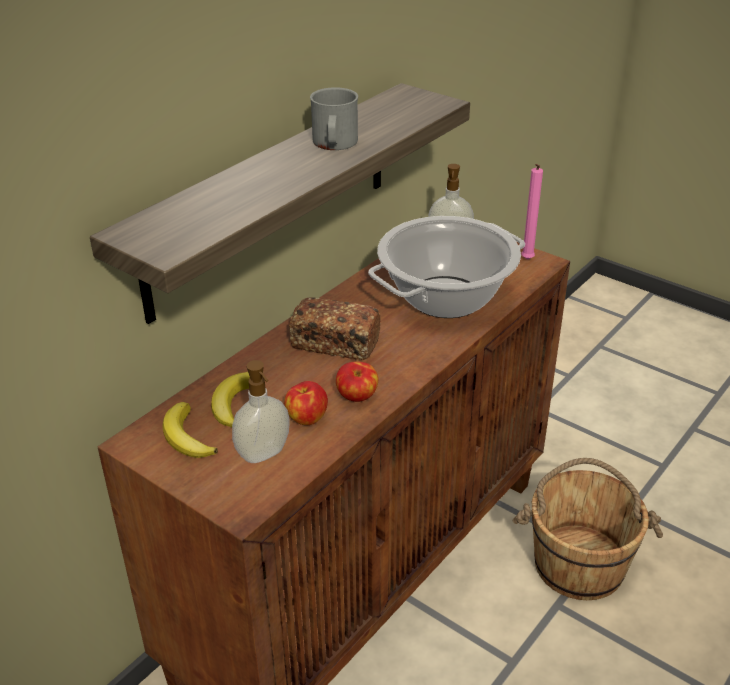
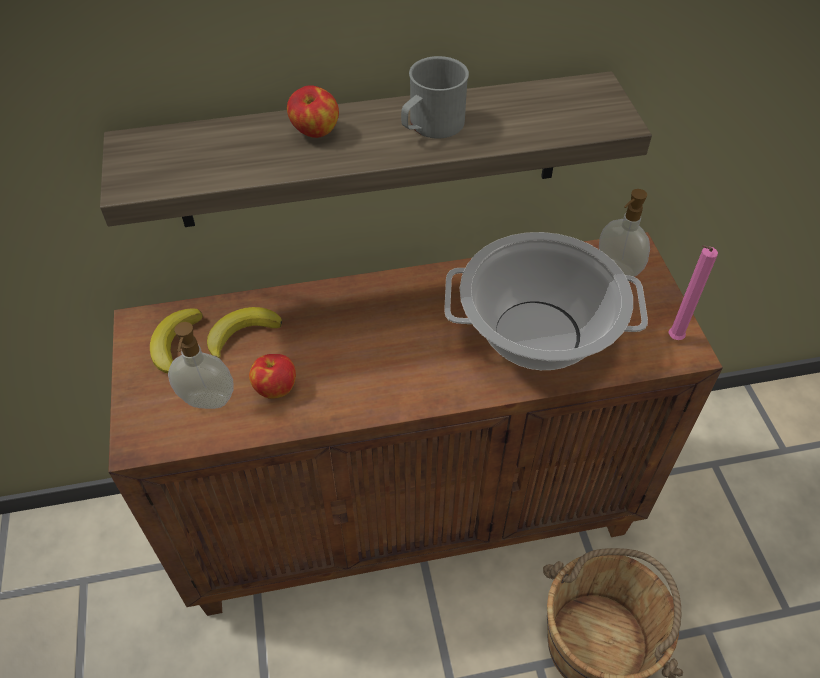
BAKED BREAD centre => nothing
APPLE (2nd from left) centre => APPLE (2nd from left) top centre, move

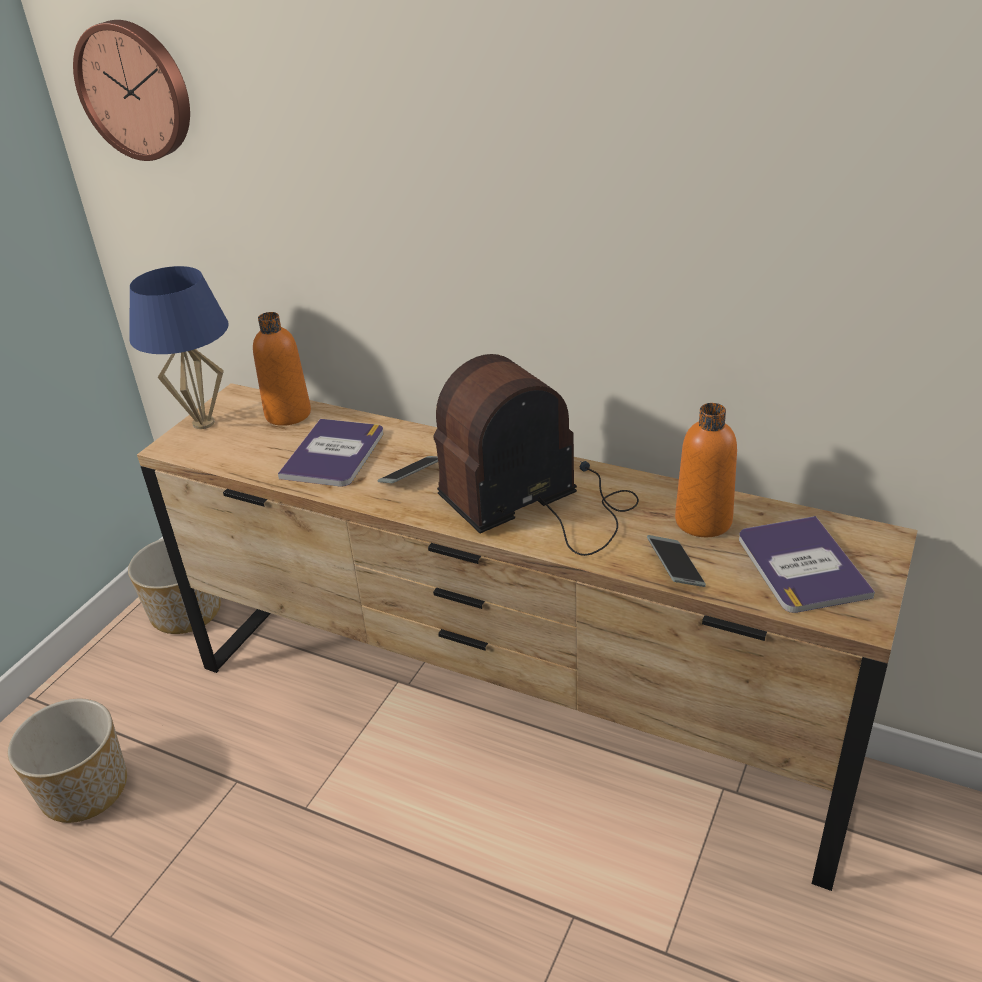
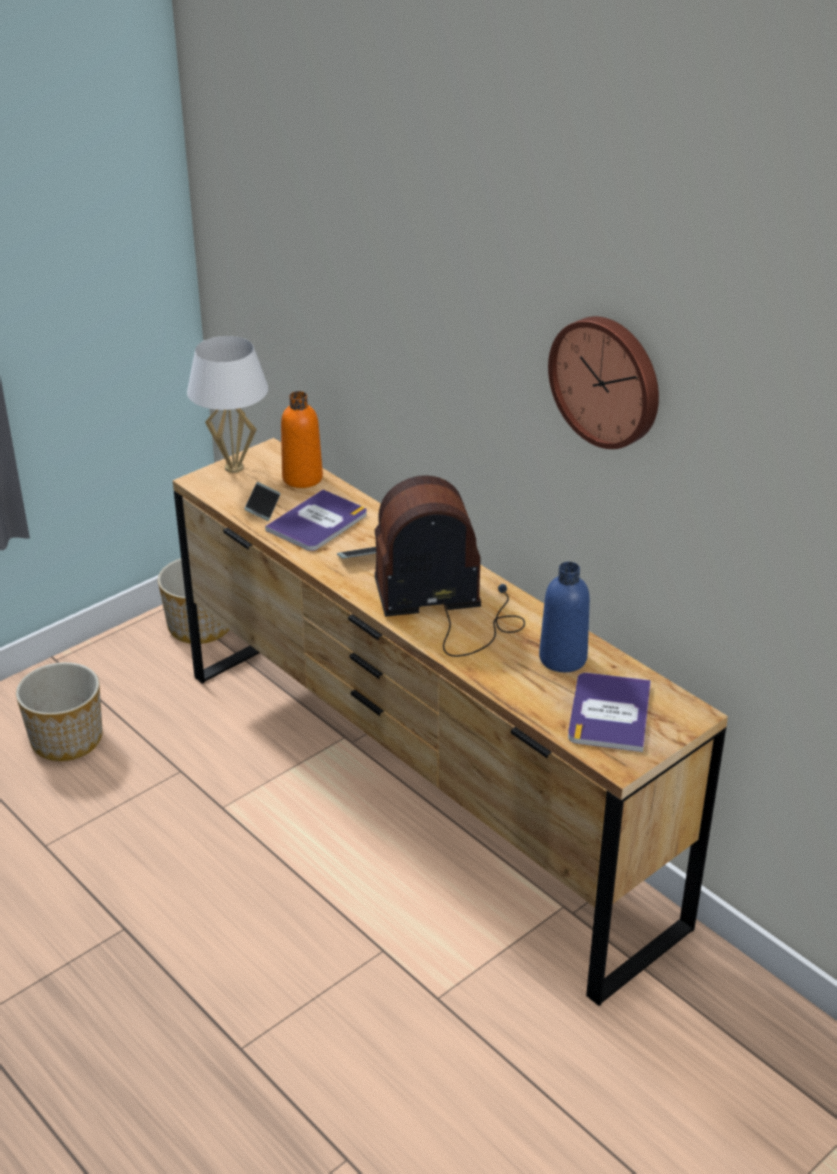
WALL CLOCK top left => WALL CLOCK top right, move
BLUE-COLOURED TABLETOP LAMP middle left => WHITE-COLOURED TABLETOP LAMP middle left
ORANGEY BOTTLE (2nd from left) middle right => BLUE-COLOURED BOTTLE middle right
HANDSET (2nd from left in the first image) middle right => HANDSET (1st from left) middle left, move

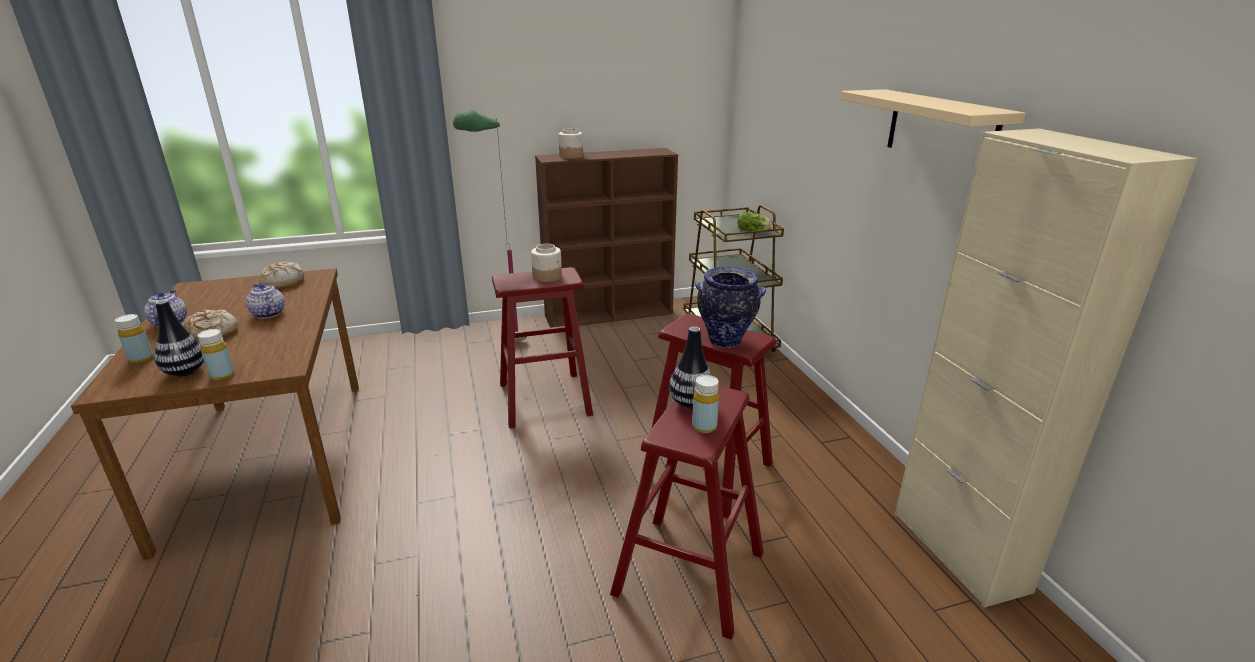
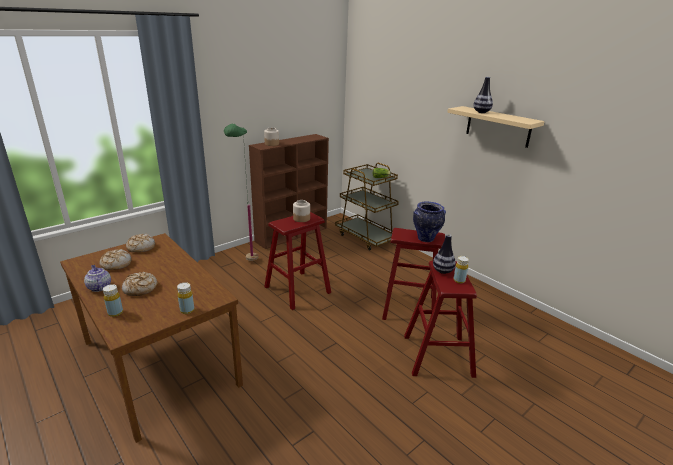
SAND-COLOURED CUPBOARD middle right => nothing
POT FOR TEA (2nd from left) middle left => nothing
VASE (1st from left in the first image) middle left => VASE (3rd from left) top right, move
nothing => BAKED BREAD (1st from left) middle left

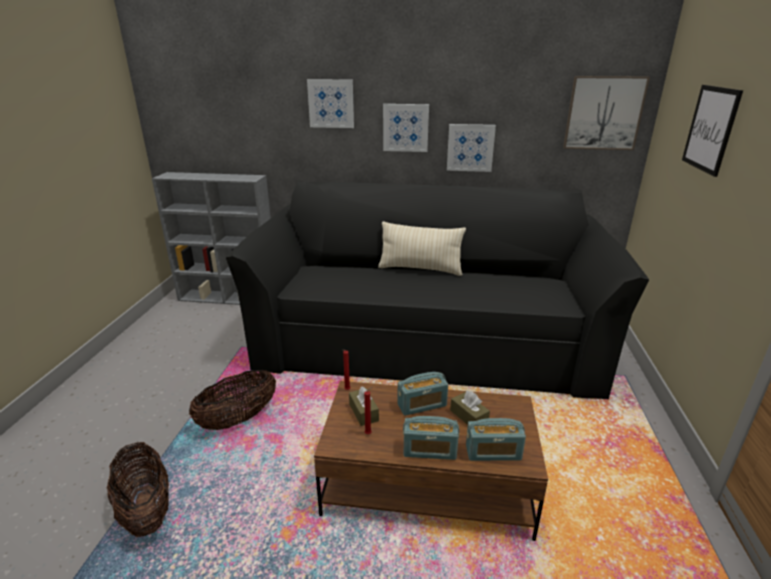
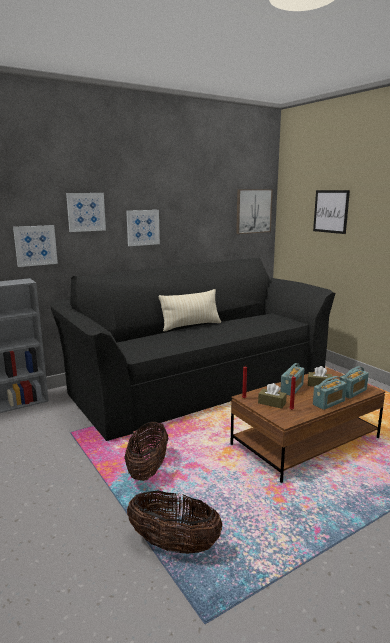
PICTURE (3rd from left in the first image) top centre => PICTURE (1st from left) middle left, move

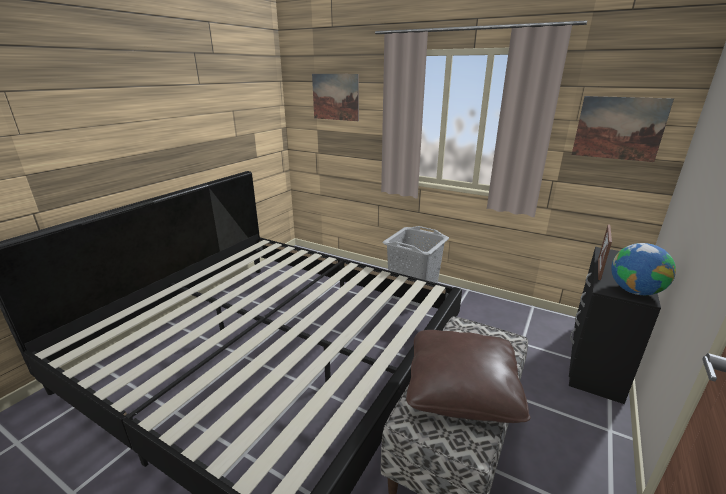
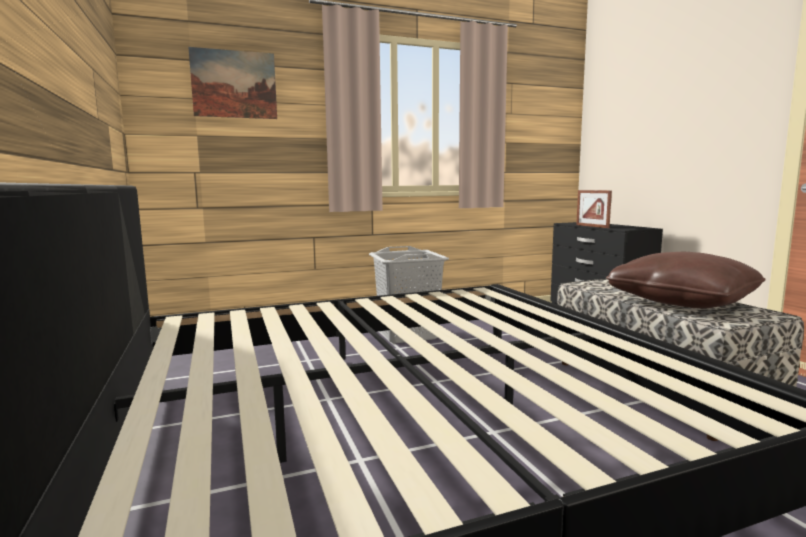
PICTURE (2nd from left) top right => nothing
GLOBE middle right => nothing

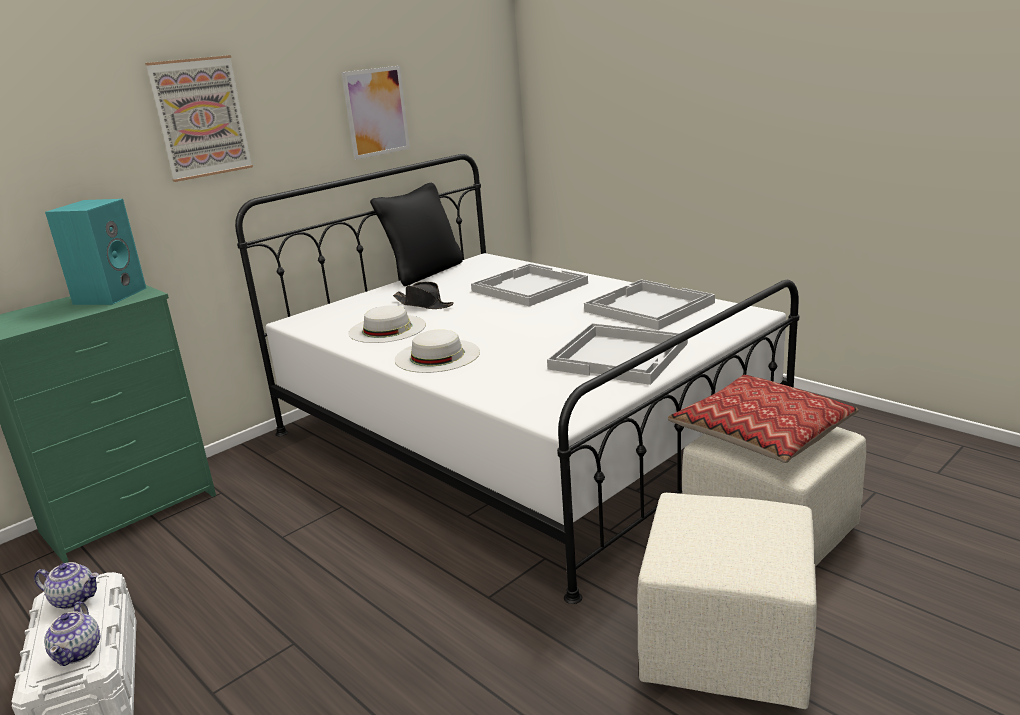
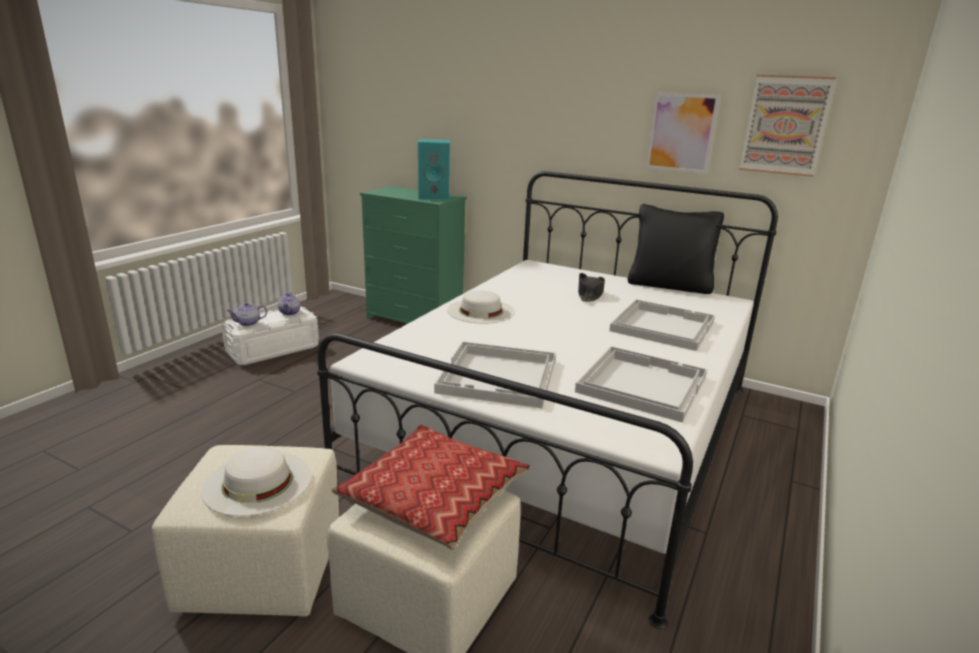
PICTURE (1st from left in the first image) top left => PICTURE (2nd from left) top right, move
WHITE-COLOURED HAT (1st from left) centre => WHITE-COLOURED HAT (1st from left) bottom left, move

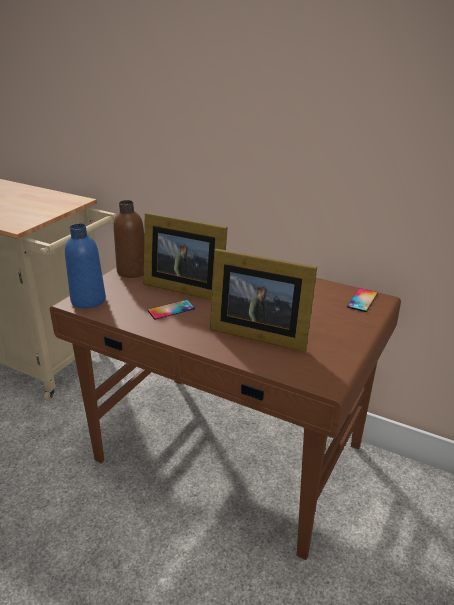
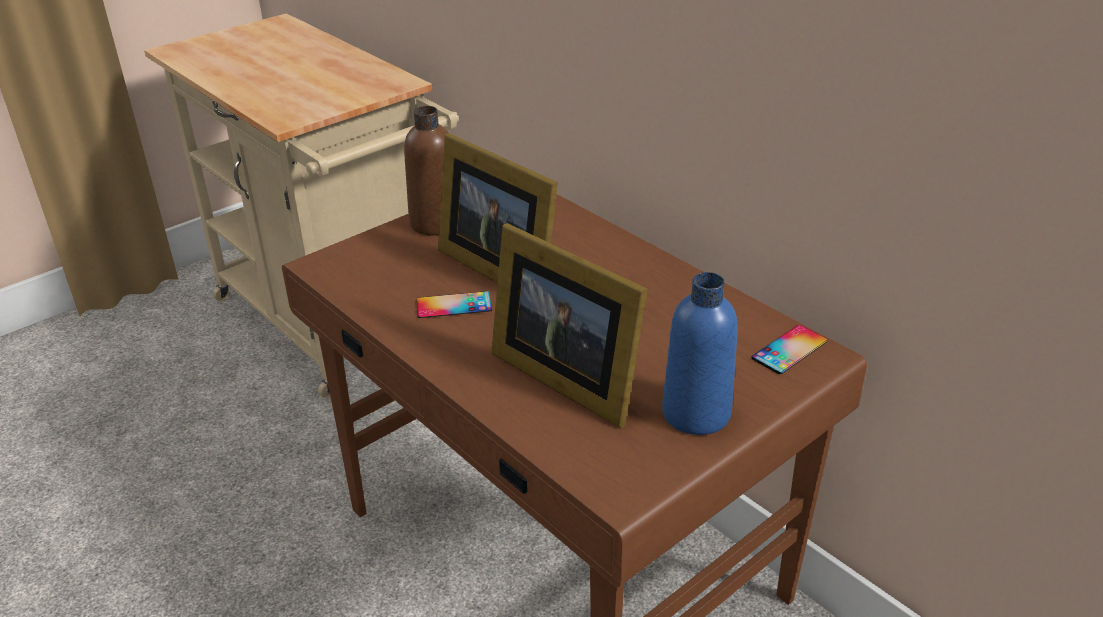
BLUE-COLOURED BOTTLE middle left => BLUE-COLOURED BOTTLE centre, move

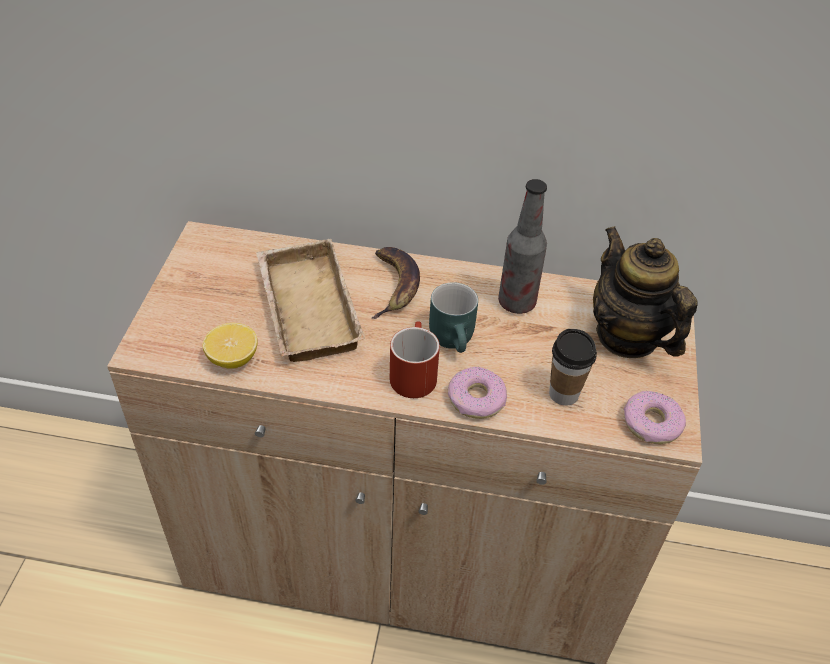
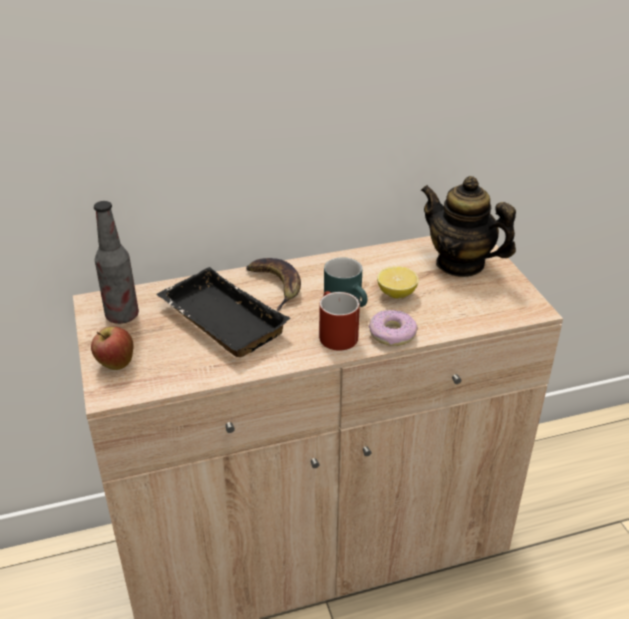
BOTTLE centre => BOTTLE middle left, move
SAND-COLOURED SERVING TRAY centre => BLACK SERVING TRAY centre
LEMON middle left => LEMON centre, move
DRINKING CUP middle right => nothing
RING DOUGHNUT (2nd from left) middle right => nothing
nothing => APPLE middle left

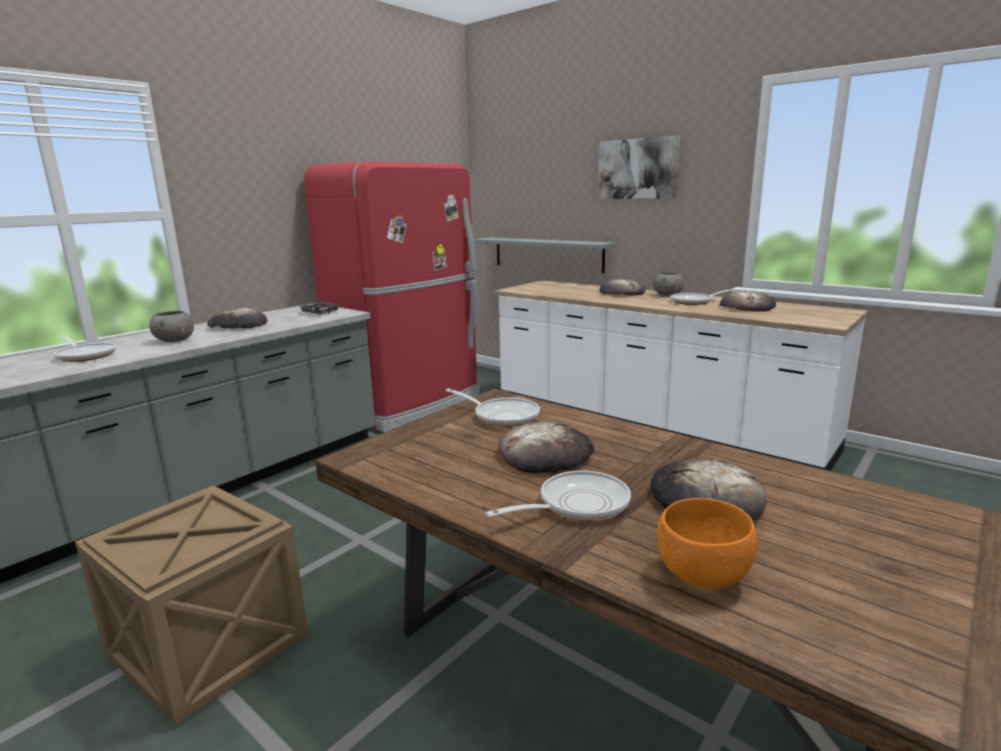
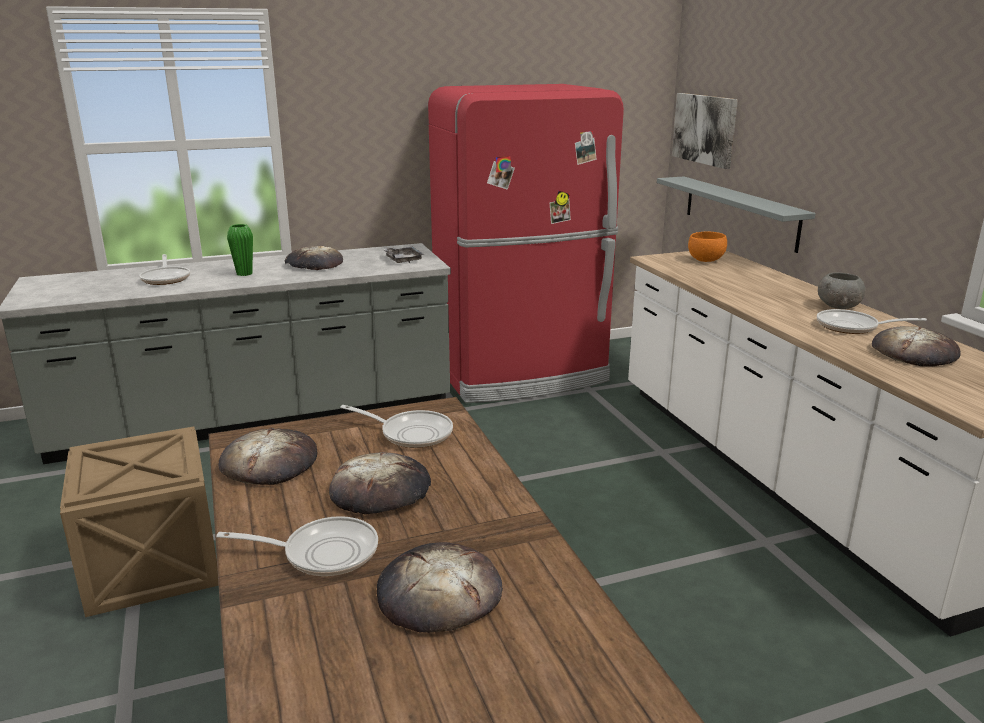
PICTURE top centre => PICTURE top right, move
BAKED BREAD (3rd from left in the first image) centre => BAKED BREAD (1st from left) middle left, move
GREYISH BOWL (1st from left) middle left => GREENISH VASE middle left
PAN (2nd from left in the first image) centre => PAN (3rd from left) centre, 45 degrees counterclockwise
ORANGEY BOWL bottom right => ORANGEY BOWL middle right, move

